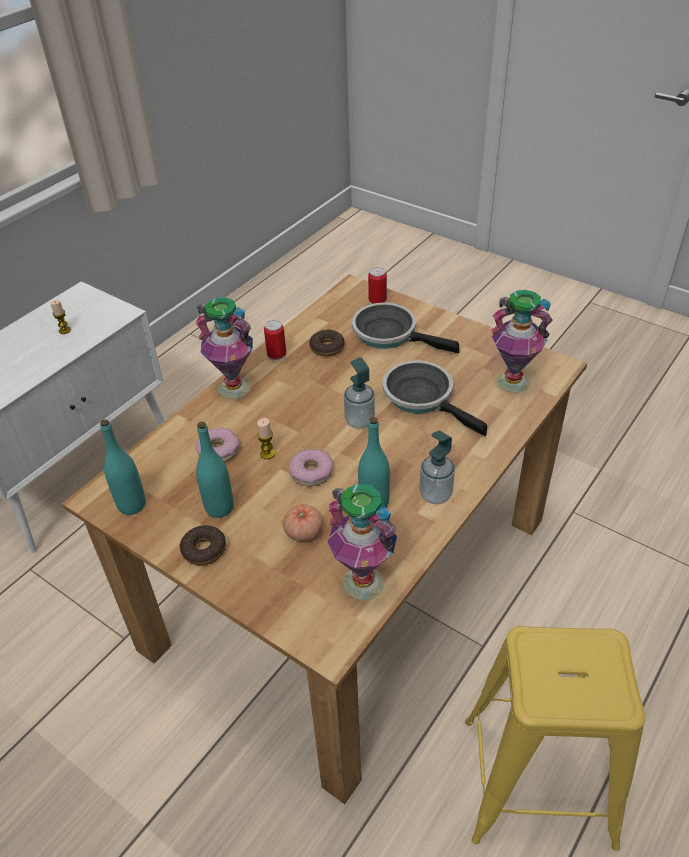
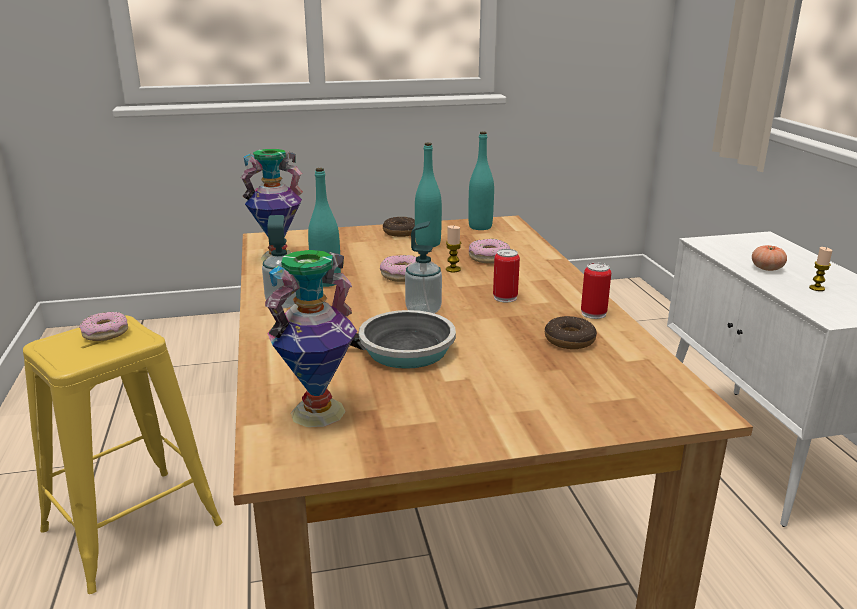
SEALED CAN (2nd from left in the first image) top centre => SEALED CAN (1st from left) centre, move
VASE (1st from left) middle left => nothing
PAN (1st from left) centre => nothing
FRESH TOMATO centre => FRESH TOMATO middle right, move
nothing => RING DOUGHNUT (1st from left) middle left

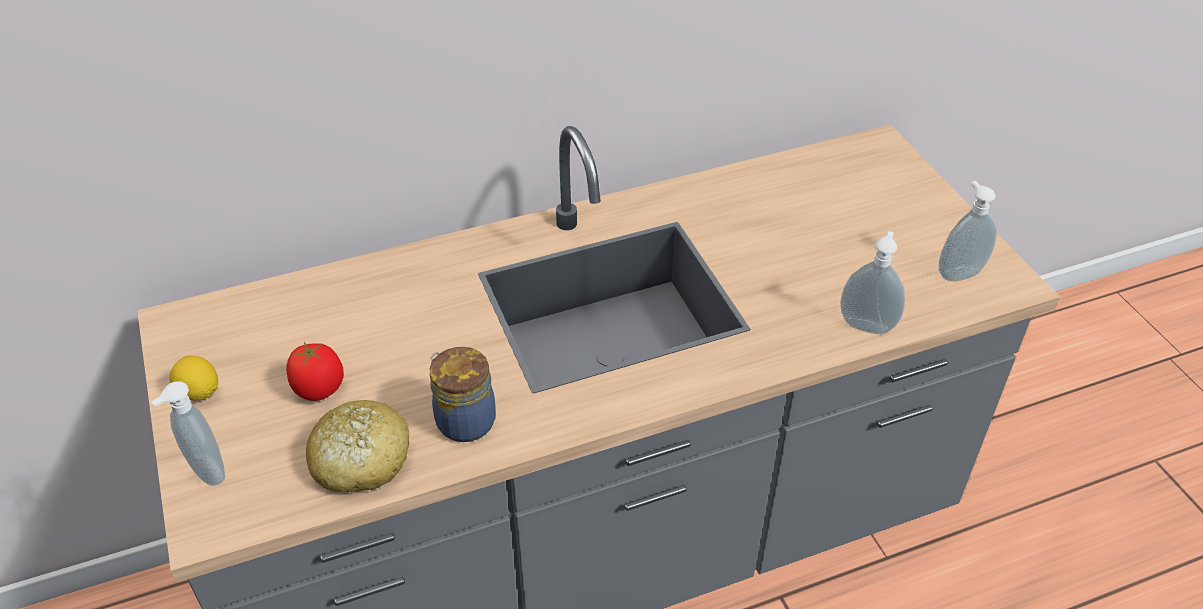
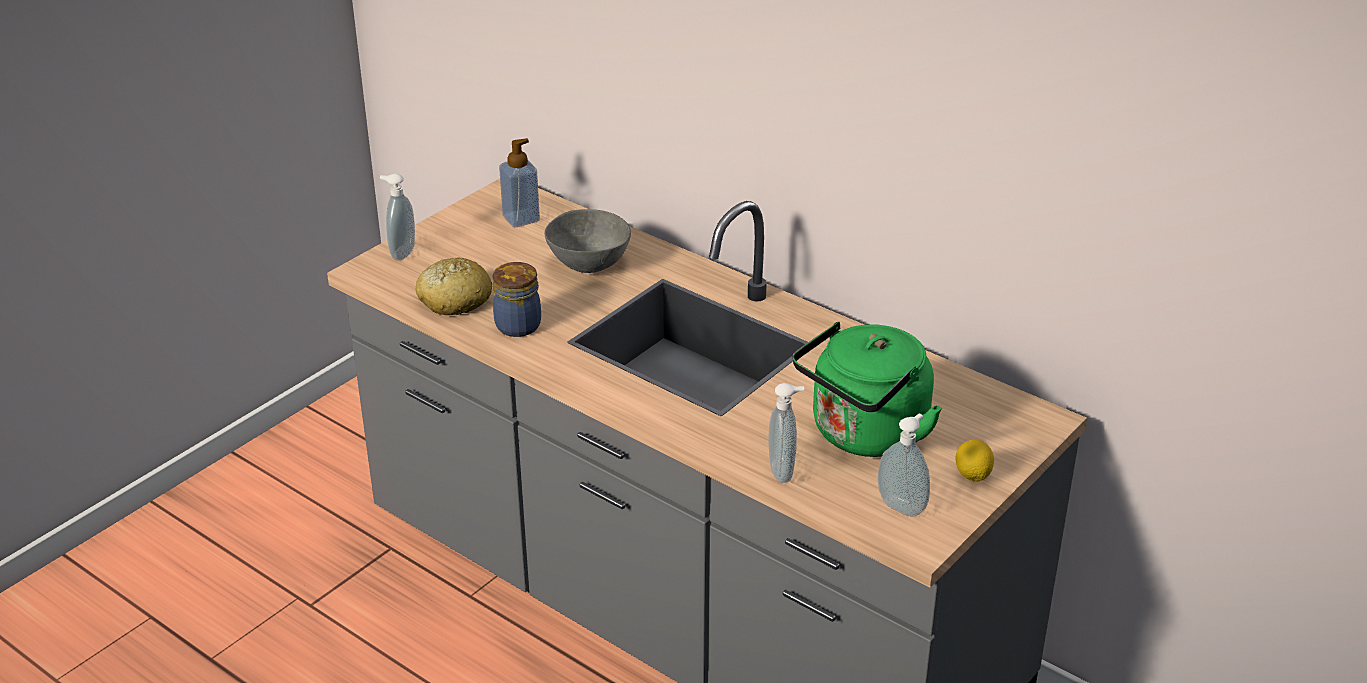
FRESH TOMATO middle left => nothing
LEMON middle left => LEMON bottom right, move
nothing => LIQUID SOAP BOTTLE (2nd from left) top centre
nothing => GREYISH BOWL centre
nothing => GREENISH WATER KETTLE centre

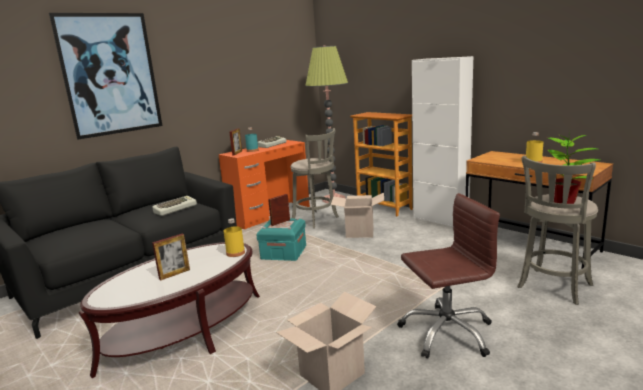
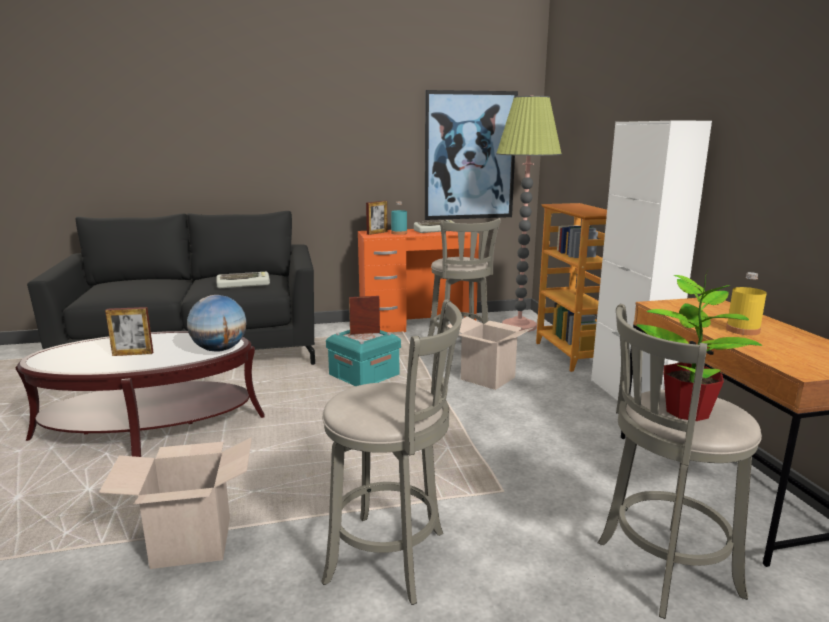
PICTURE top left => PICTURE top centre, move
BROWN DESK CHAIR bottom right => GREYISH STOOL SEAT (1st from left) bottom centre
YELLOW-COLOURED BOTTLE (1st from left) centre => GLOBE middle left

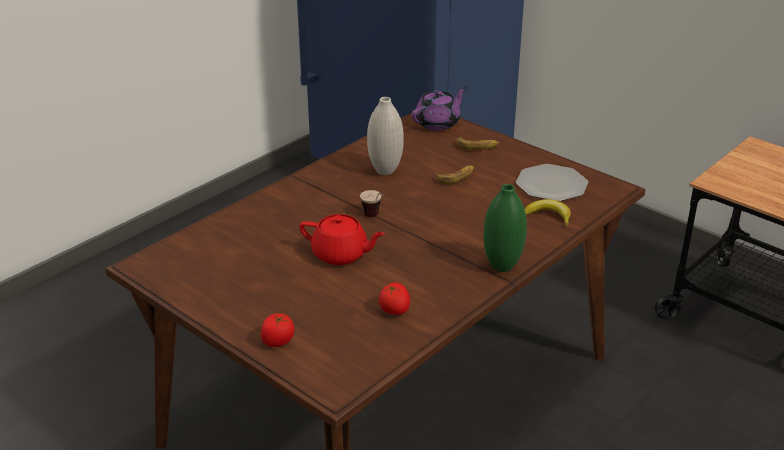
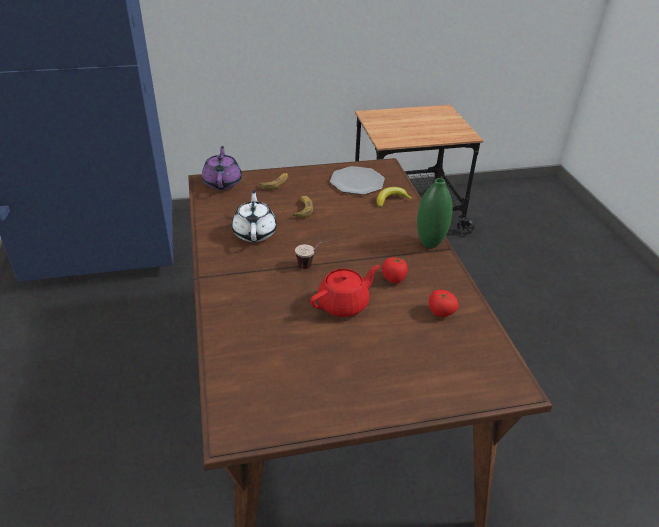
WHITE-COLOURED VASE top centre => WHITE-COLOURED POT FOR TEA centre
FRESH TOMATO (1st from left) bottom centre => FRESH TOMATO (1st from left) centre, move

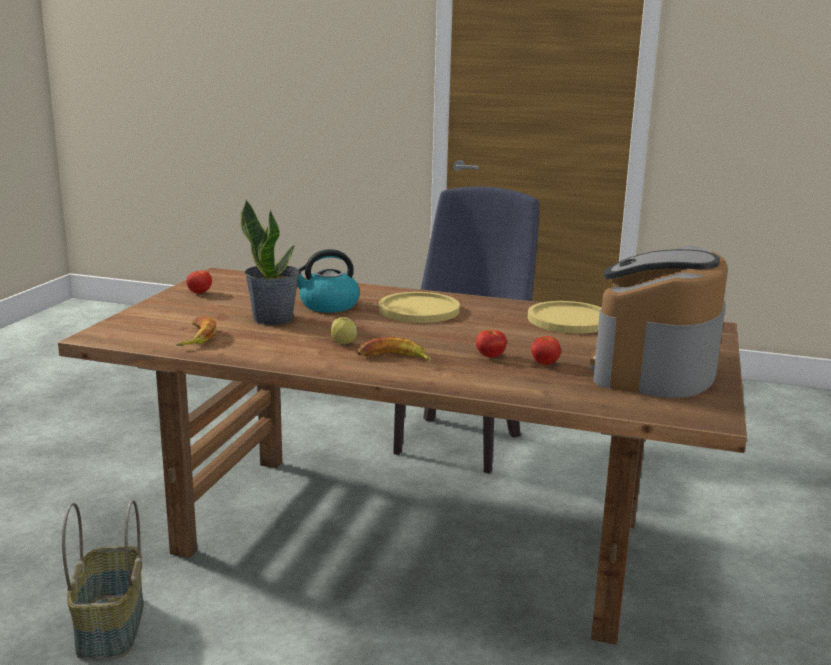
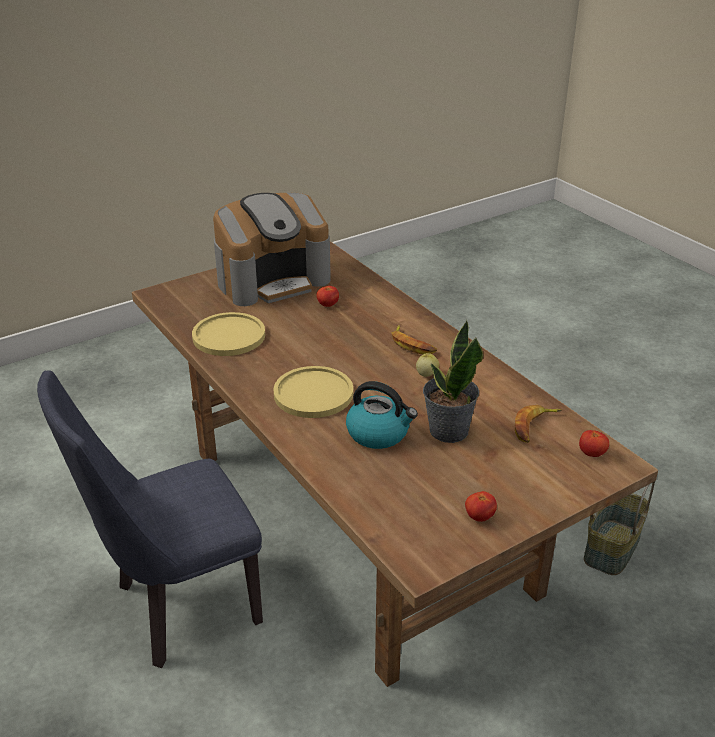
FRESH TOMATO (2nd from left in the first image) centre => FRESH TOMATO (3rd from left) middle right, move

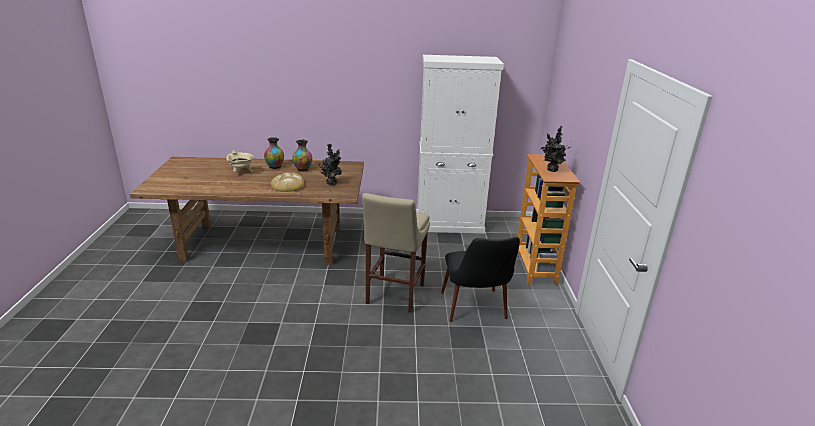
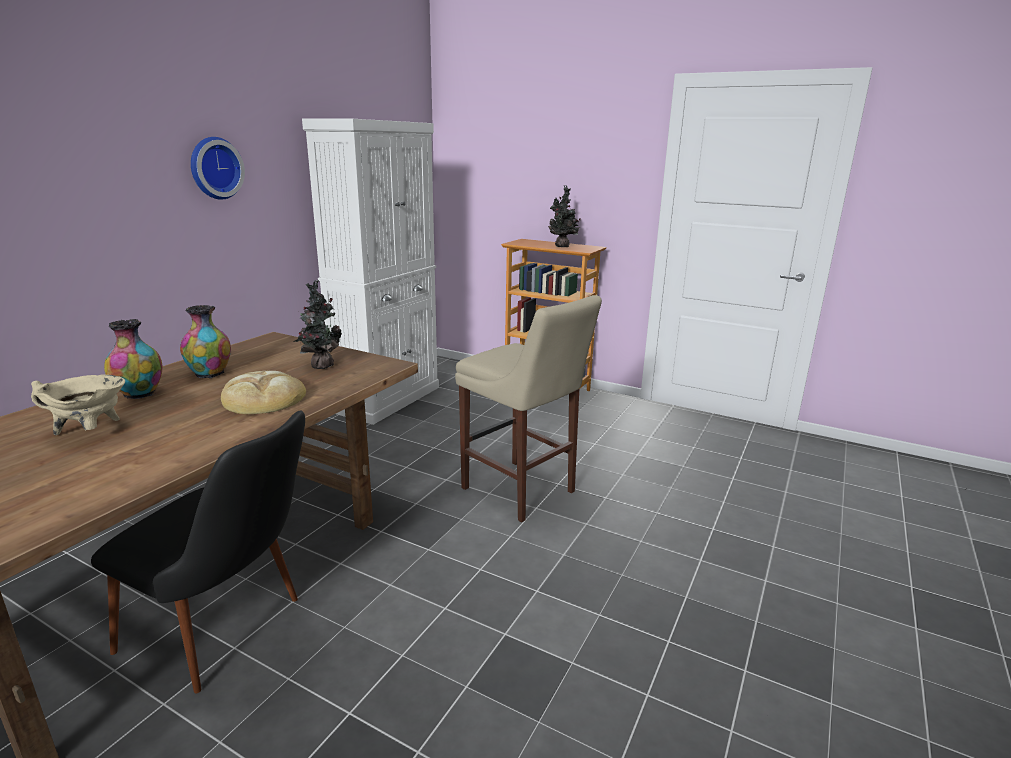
BLACK PLAIN CHAIR centre => BLACK PLAIN CHAIR bottom left, move
nothing => WALL CLOCK top left

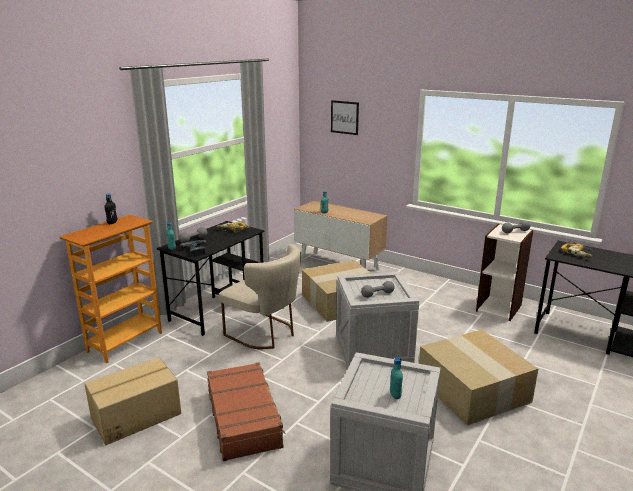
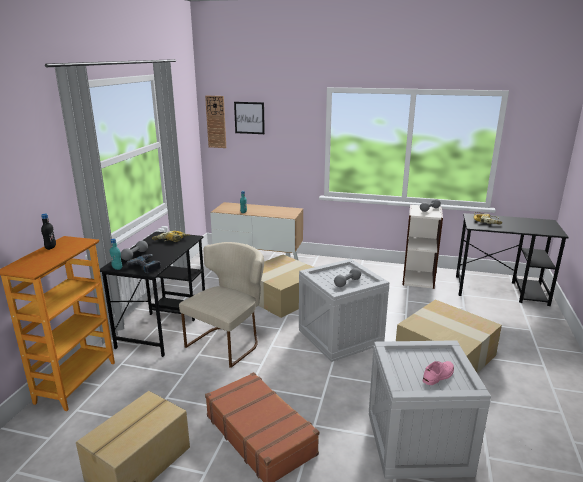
SAND-COLOURED PLAIN CHAIR centre, 75 degrees counterclockwise
TURQUOISE BOTTLE (3rd from left) bottom centre => PINK ITEM OF FOOTWEAR bottom right
nothing => WALL CLOCK top centre

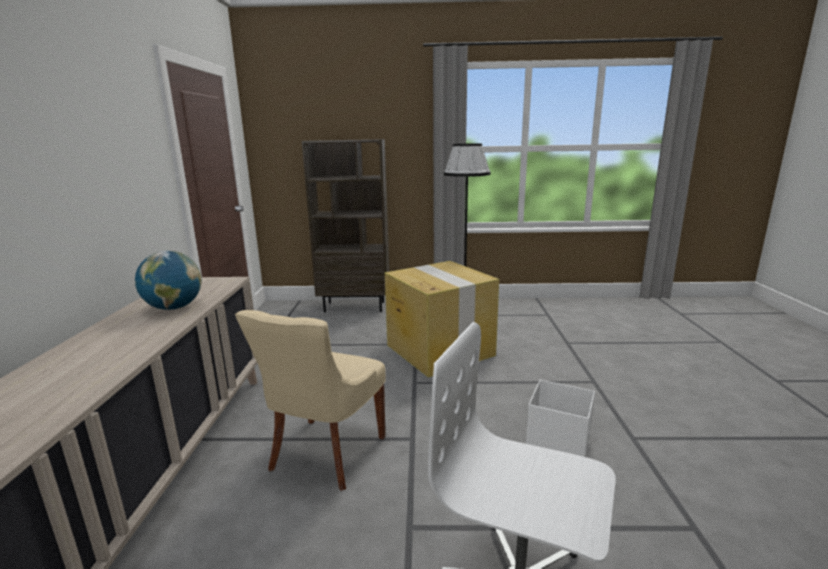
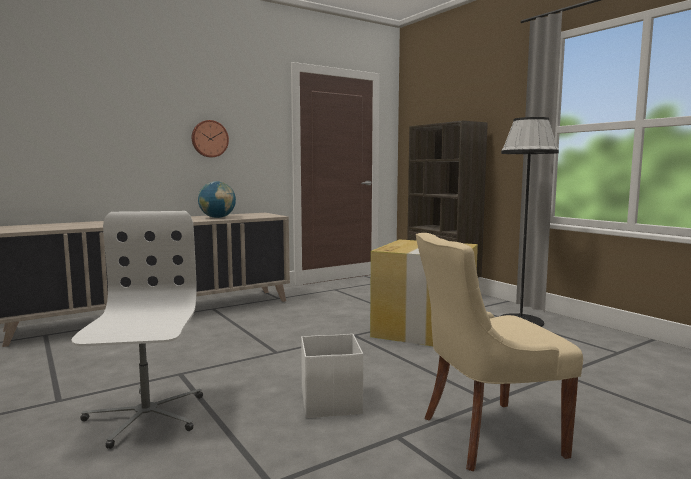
SAND-COLOURED PLAIN CHAIR bottom centre => SAND-COLOURED PLAIN CHAIR bottom right, move
nothing => WALL CLOCK top left

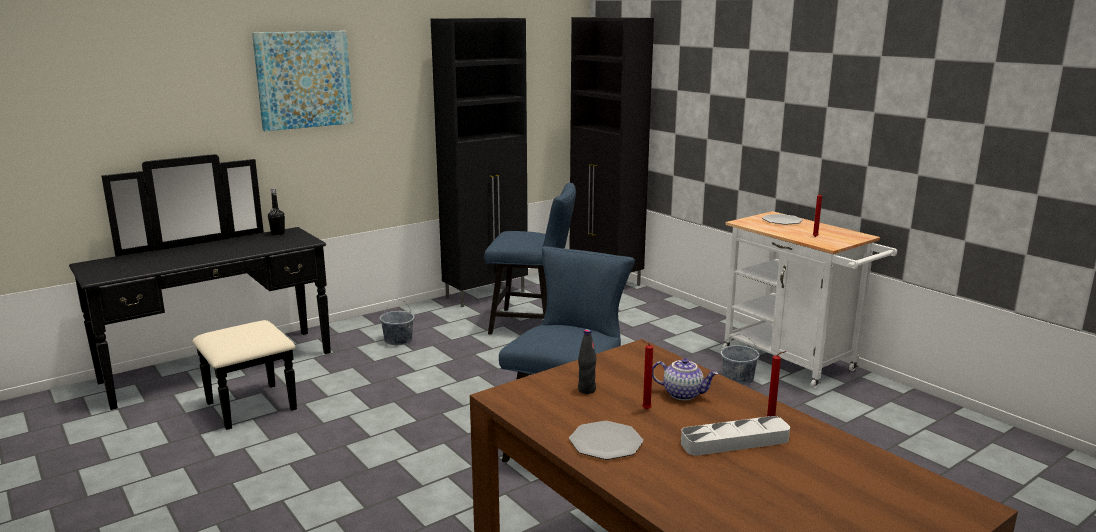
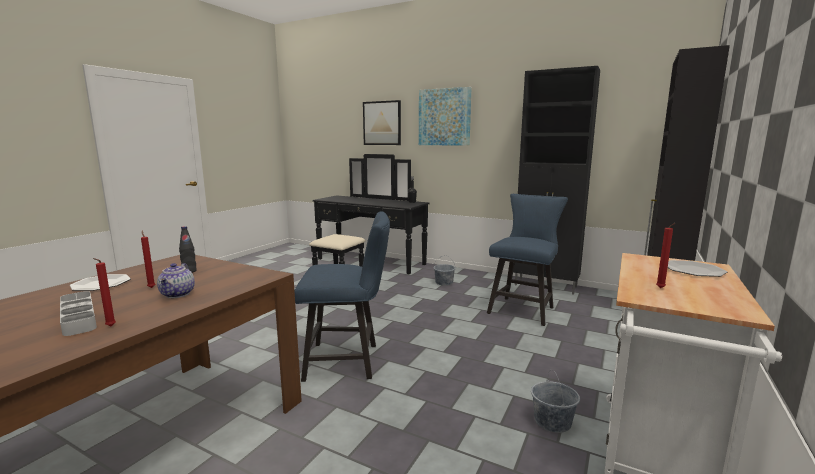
BLUE-COLOURED PLAIN CHAIR (1st from left in the first image) centre => BLUE-COLOURED PLAIN CHAIR (2nd from left) centre, 135 degrees counterclockwise
nothing => PICTURE (1st from left) top centre

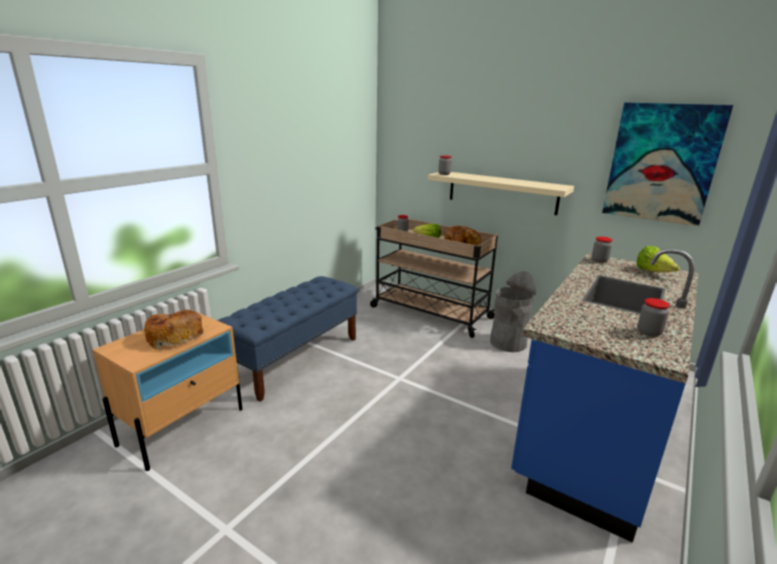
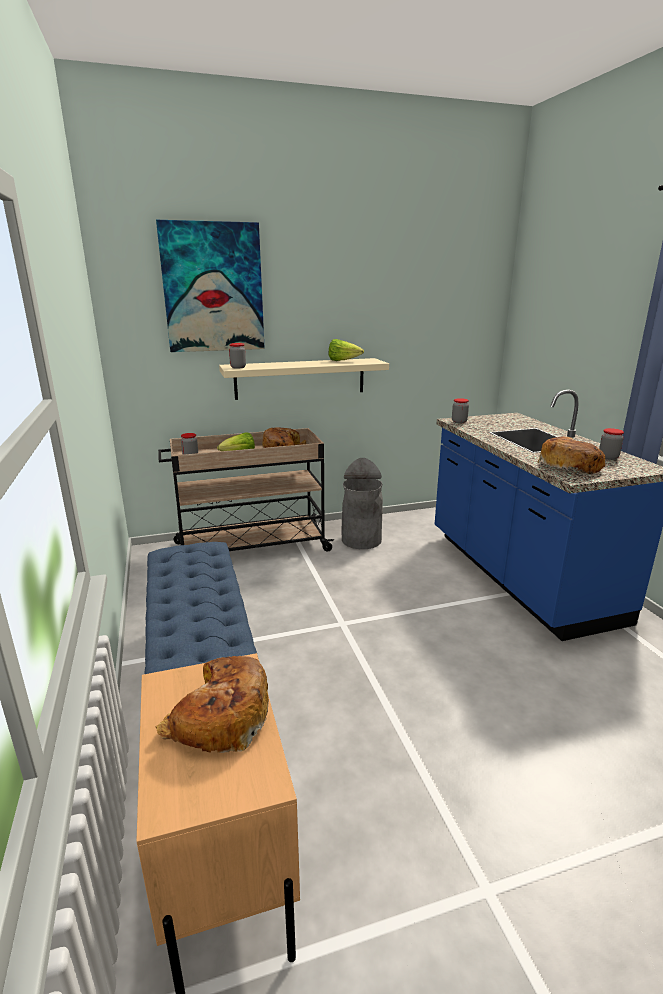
PICTURE top right => PICTURE top left, move
LETTUCE (2nd from left) middle right => LETTUCE (2nd from left) centre, move
nothing => BAKED BREAD (3rd from left) middle right

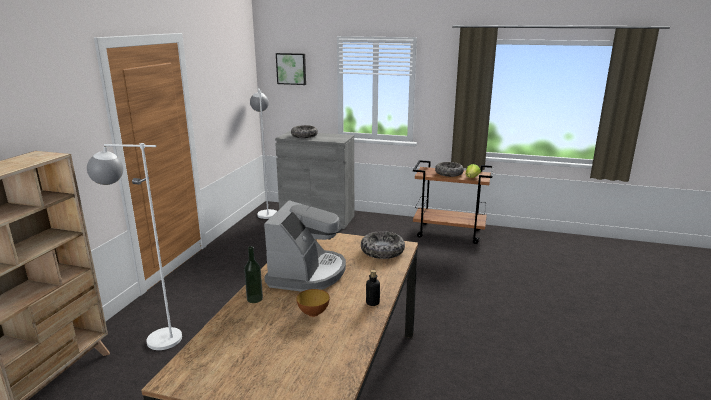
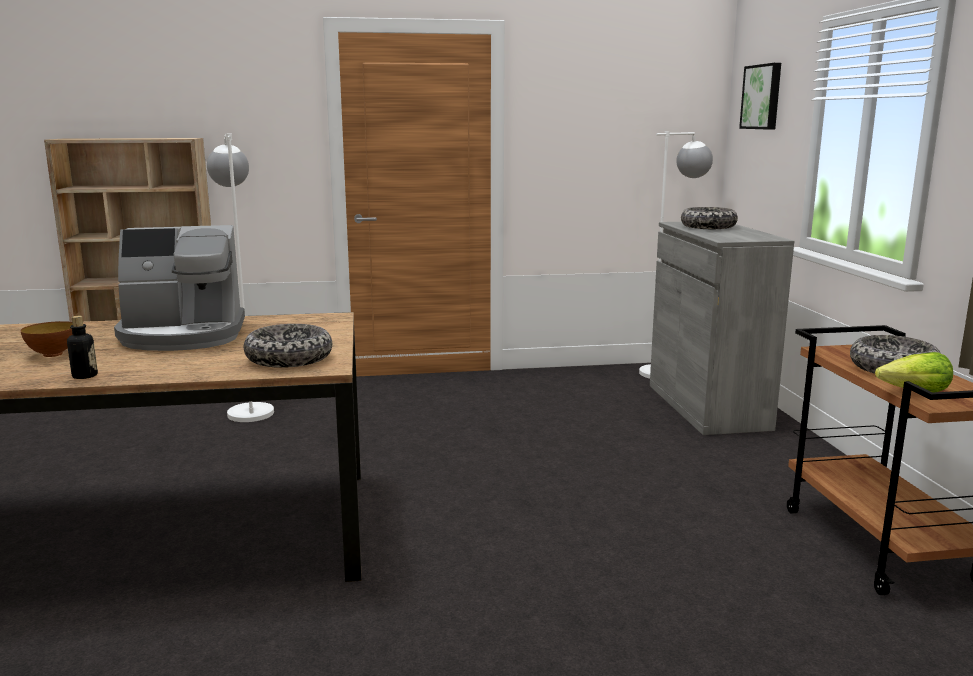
BOTTLE (1st from left) bottom centre => nothing

